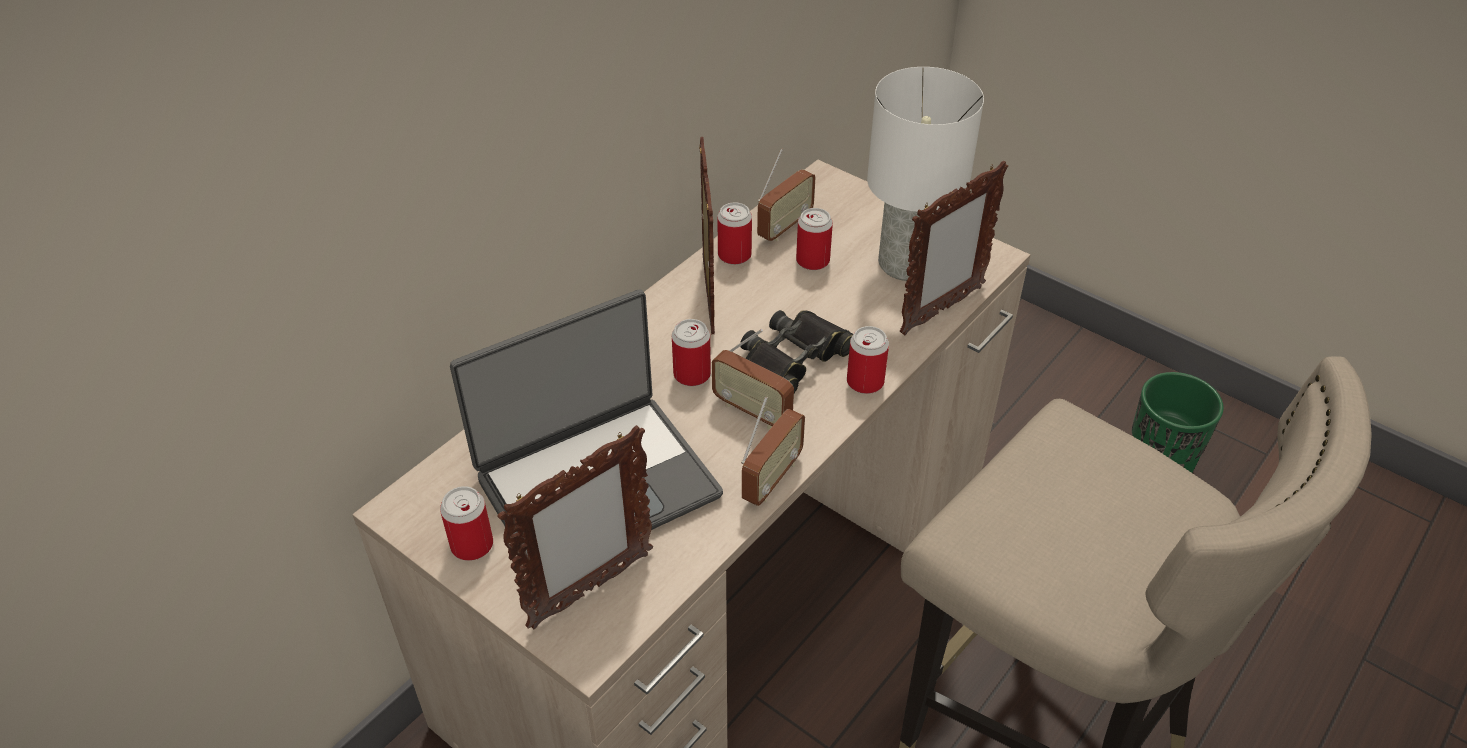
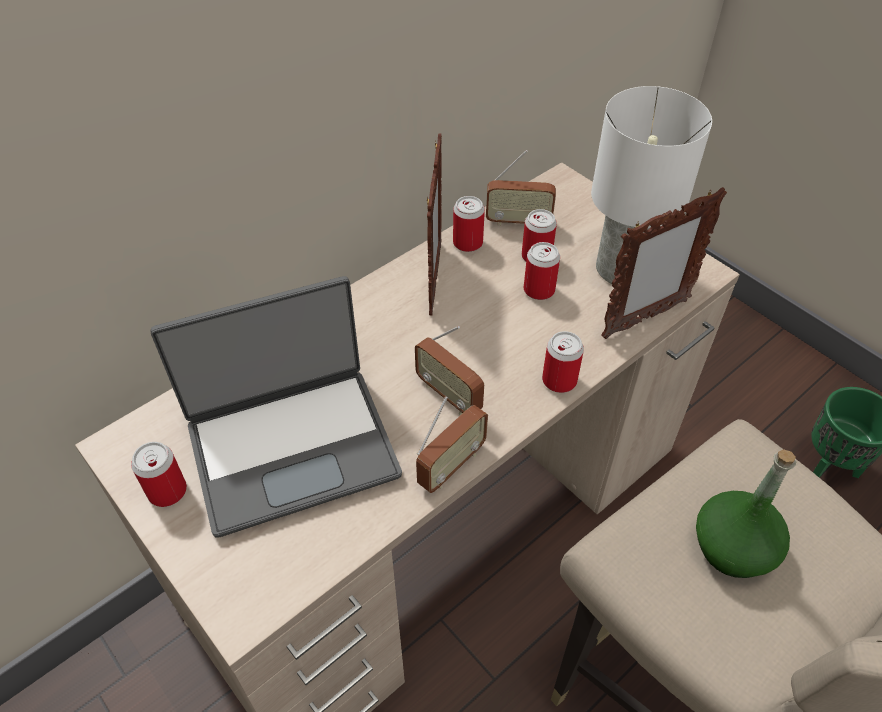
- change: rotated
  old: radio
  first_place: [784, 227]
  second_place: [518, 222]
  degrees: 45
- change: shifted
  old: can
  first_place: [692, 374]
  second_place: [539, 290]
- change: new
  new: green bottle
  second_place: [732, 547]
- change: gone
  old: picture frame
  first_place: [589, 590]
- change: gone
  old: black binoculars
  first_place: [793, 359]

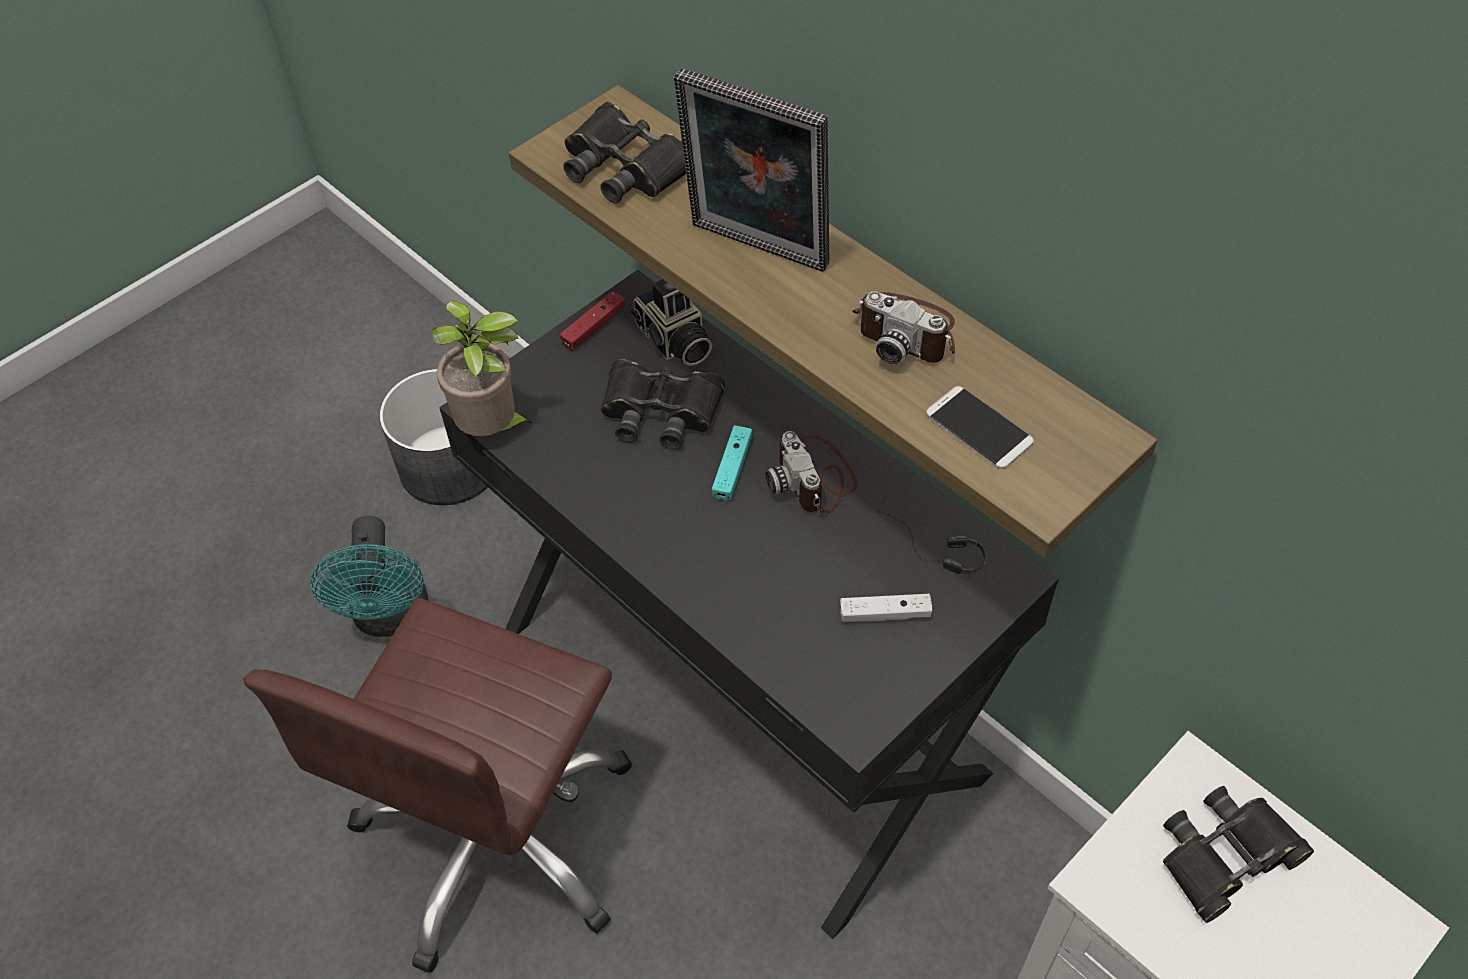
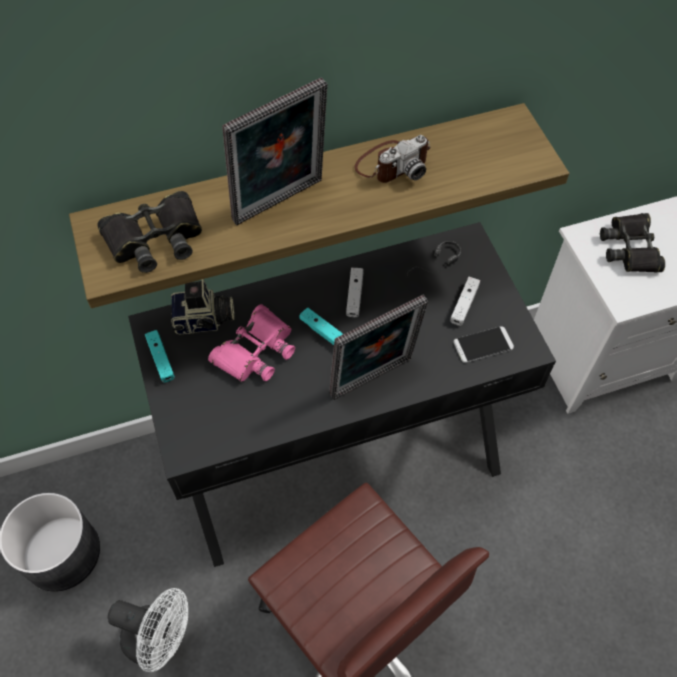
- change: repainted
  old: turquoise fan
  new: white fan
  first_place: [390, 617]
  second_place: [161, 639]
- change: repainted
  old: red game controller
  new: turquoise game controller
  first_place: [594, 327]
  second_place: [161, 359]
- change: repainted
  old: black binoculars
  new: pink binoculars
  first_place: [660, 410]
  second_place: [255, 350]
- change: new
  new: picture frame
  second_place: [373, 381]
- change: swapped
  old: photo camera
  new: white game controller
  first_place: [814, 478]
  second_place: [354, 295]
- change: shifted
  old: phone
  first_place: [979, 428]
  second_place: [483, 345]
- change: gone
  old: potted plant
  first_place: [493, 430]

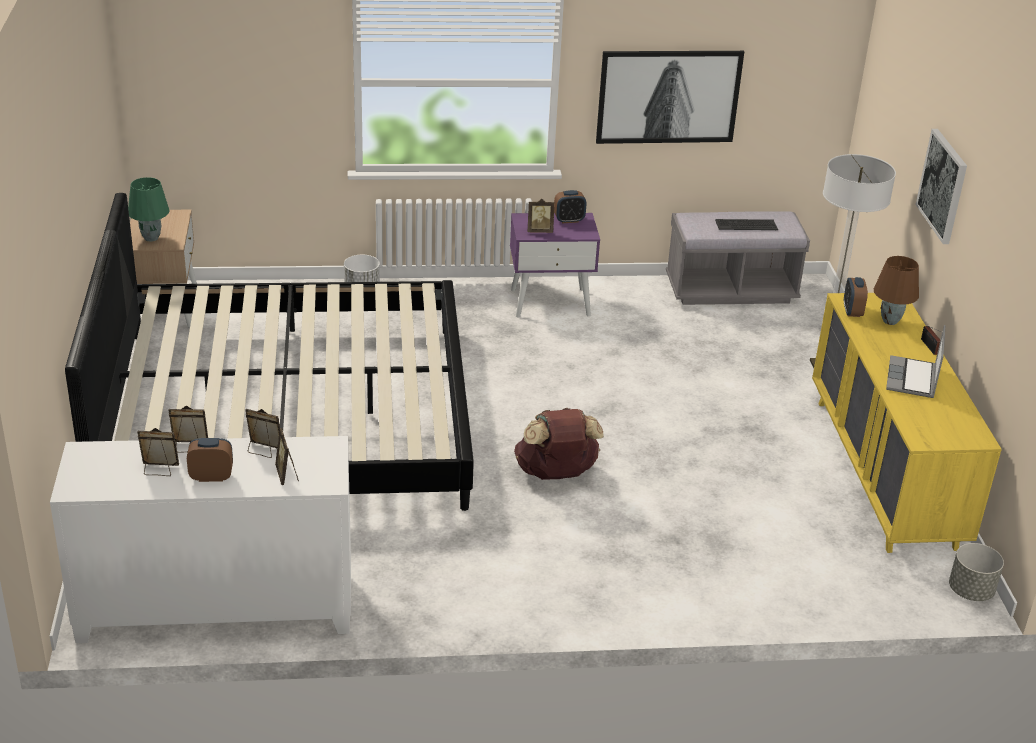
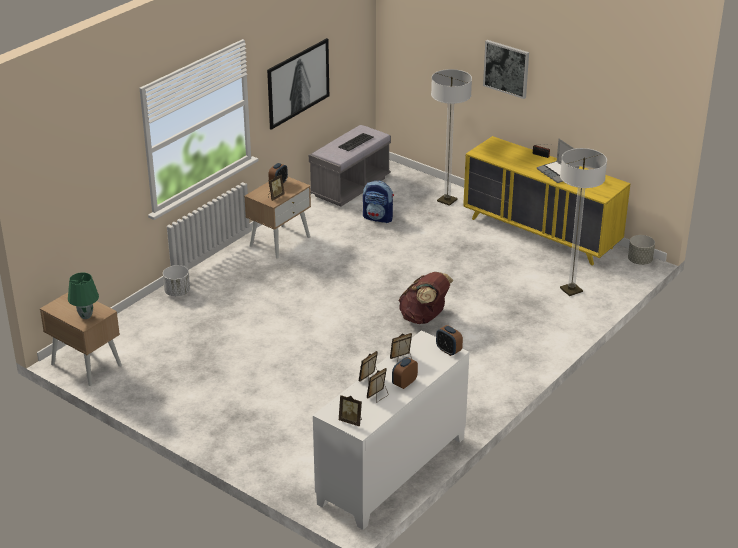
- change: repainted
  old: purple nightstand
  new: beige nightstand
  first_place: [551, 302]
  second_place: [280, 241]
- change: shifted
  old: picture frame
  first_place: [287, 475]
  second_place: [351, 421]
- change: new
  new: backpack
  second_place: [378, 218]
- change: shifted
  old: alarm clock
  first_place: [852, 311]
  second_place: [448, 351]
- change: new
  new: floor lamp
  second_place: [571, 290]
- change: gone
  old: bed
  first_place: [287, 415]
- change: gone
  old: brown table lamp
  first_place: [889, 321]

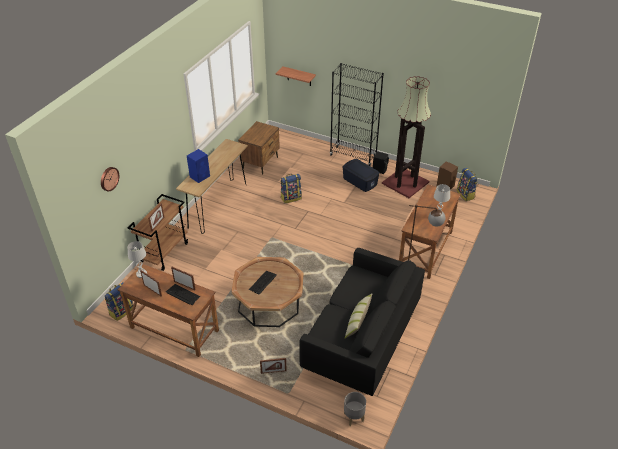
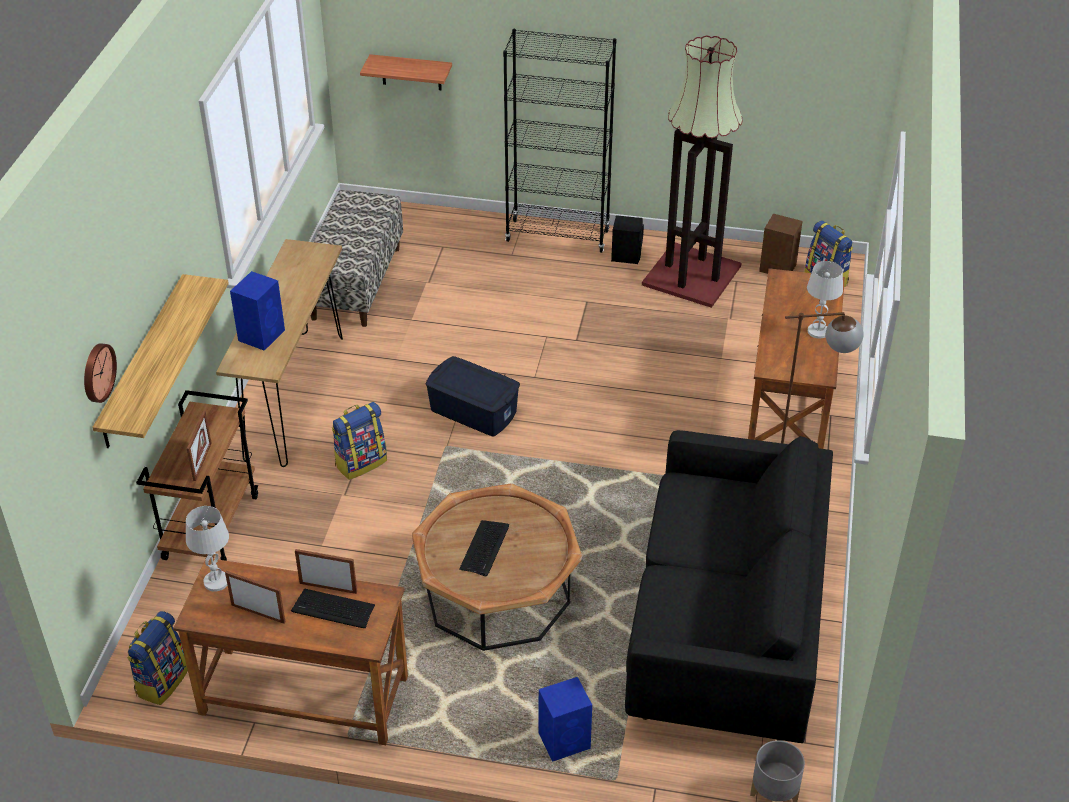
- change: new
  new: shelf
  second_place: [143, 362]
- change: swapped
  old: brown nightstand
  new: bench
  first_place: [260, 162]
  second_place: [355, 283]
- change: shifted
  old: backpack
  first_place: [291, 198]
  second_place: [361, 462]
- change: shifted
  old: blue storage box
  first_place: [360, 181]
  second_place: [473, 410]
- change: swapped
  old: picture frame
  new: blue speaker
  first_place: [273, 372]
  second_place: [565, 741]
- change: gone
  old: pillow
  first_place: [357, 322]

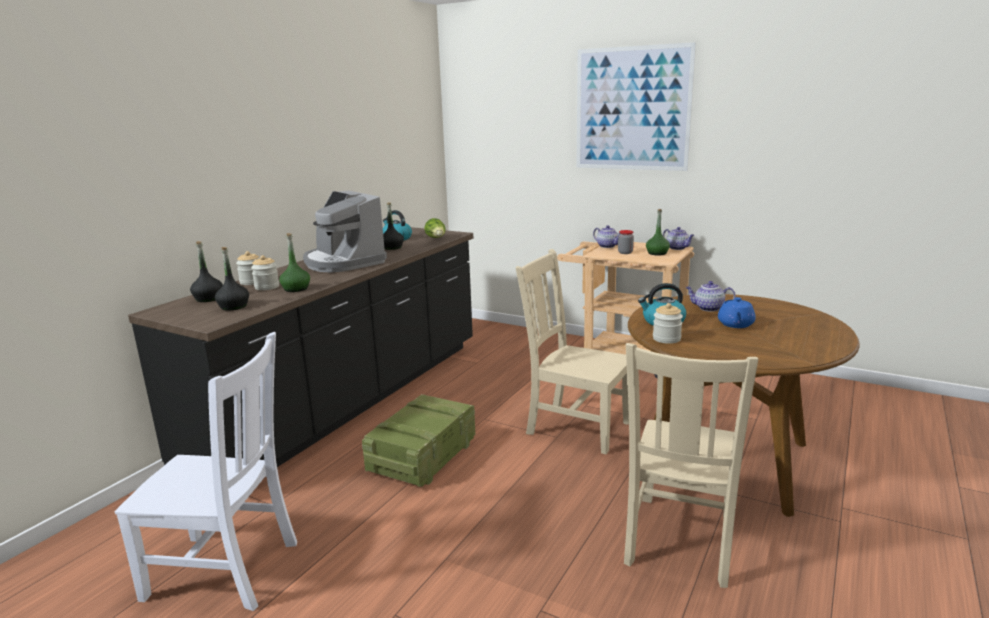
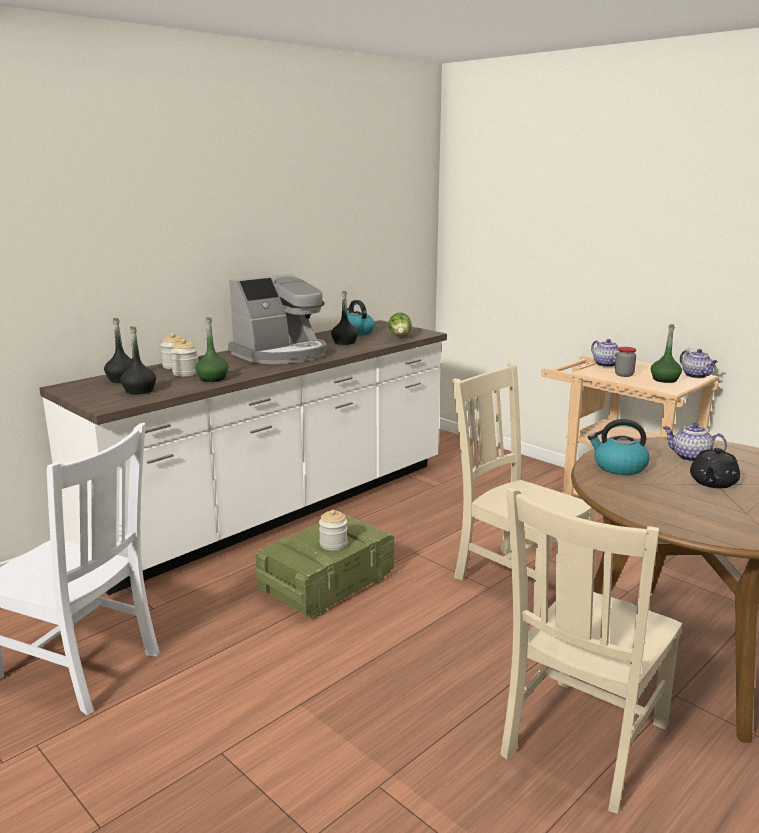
- change: repainted
  old: black counter
  new: white counter
  first_place: [350, 402]
  second_place: [278, 510]
- change: rotated
  old: coffee machine
  first_place: [343, 262]
  second_place: [281, 354]
  degrees: -105
- change: shifted
  old: jar
  first_place: [666, 339]
  second_place: [333, 544]
- change: repainted
  old: blue teapot
  new: black teapot
  first_place: [735, 324]
  second_place: [712, 483]
- change: gone
  old: picture
  first_place: [632, 109]

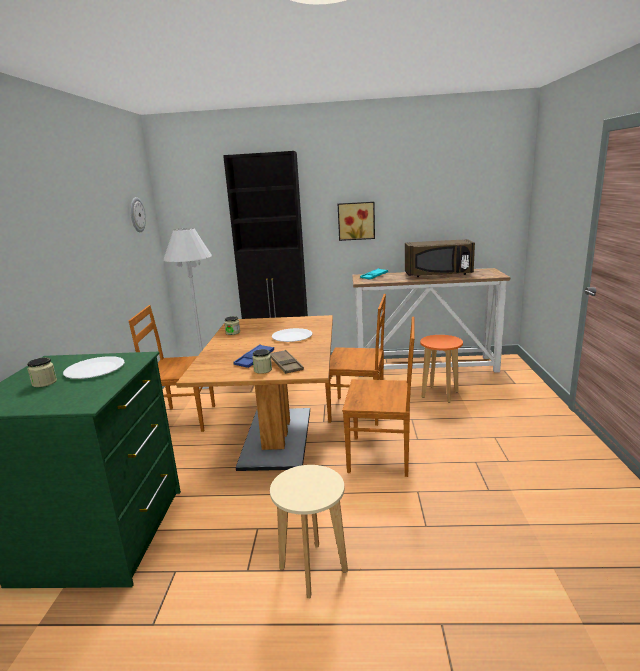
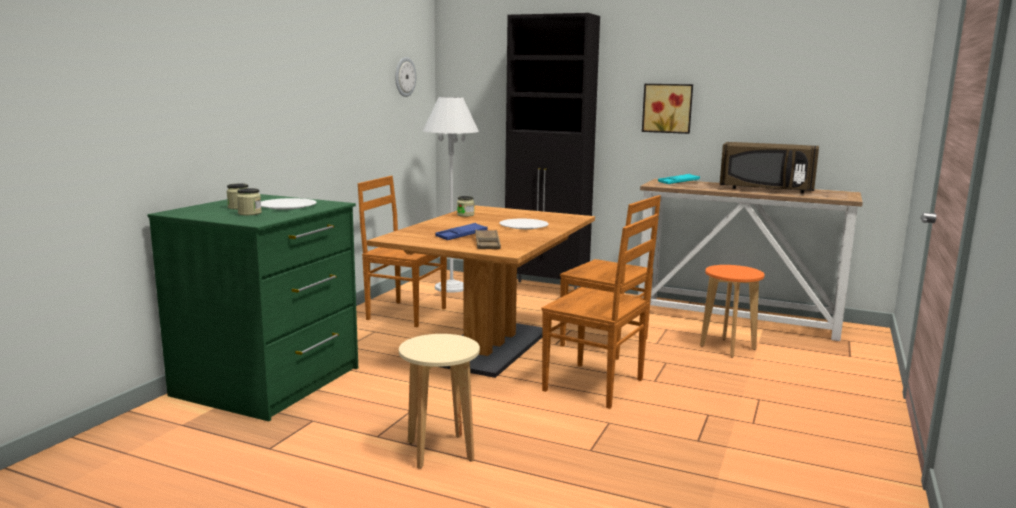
- change: shifted
  old: jar
  first_place: [263, 370]
  second_place: [249, 213]

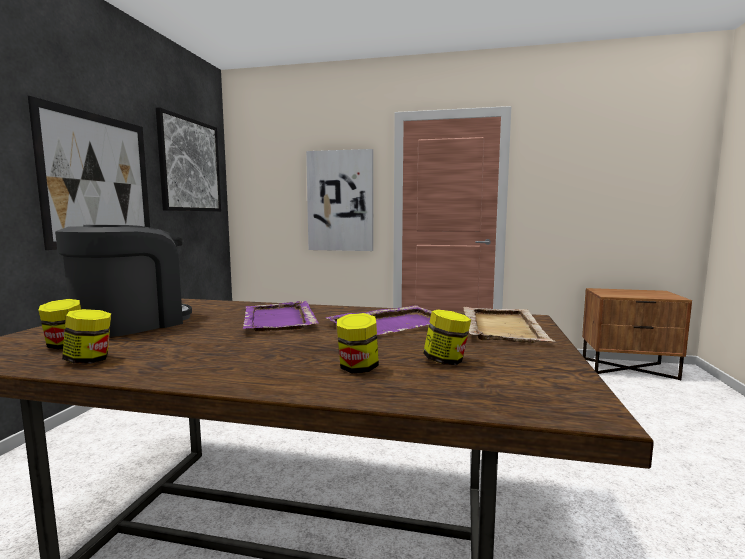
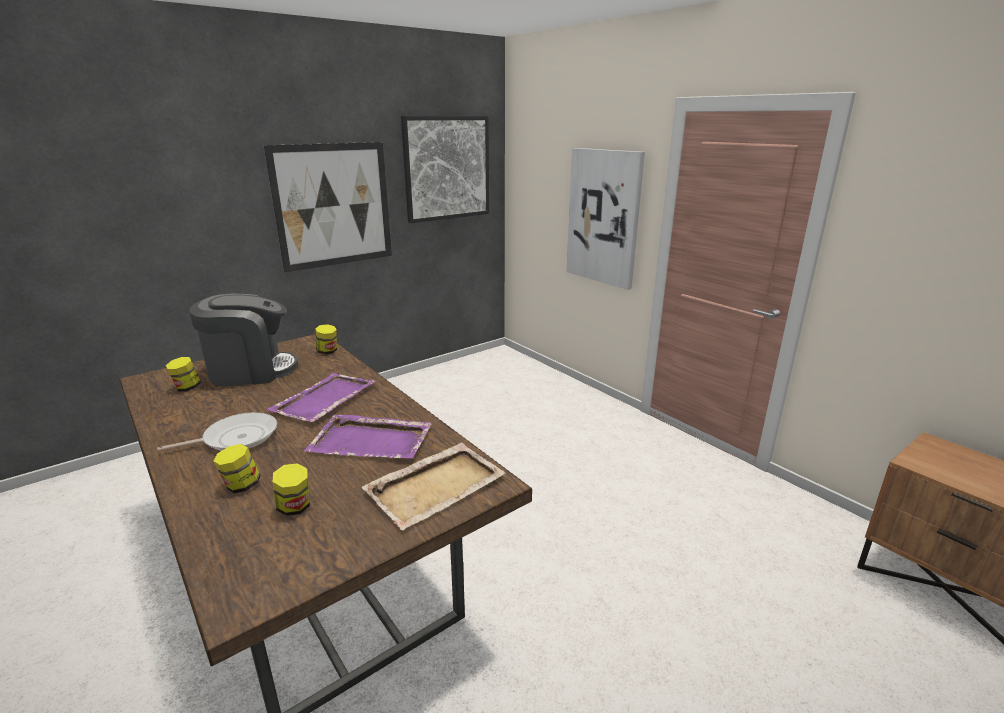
- change: new
  new: frying pan
  second_place: [236, 438]
- change: shifted
  old: jar
  first_place: [90, 360]
  second_place: [327, 351]

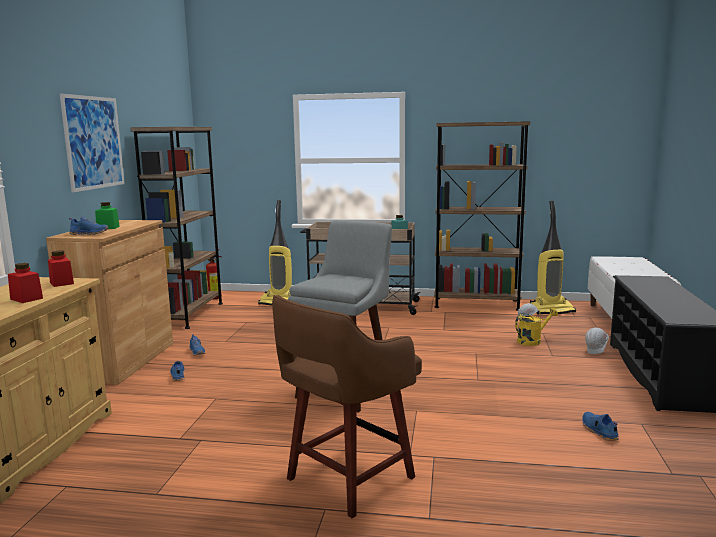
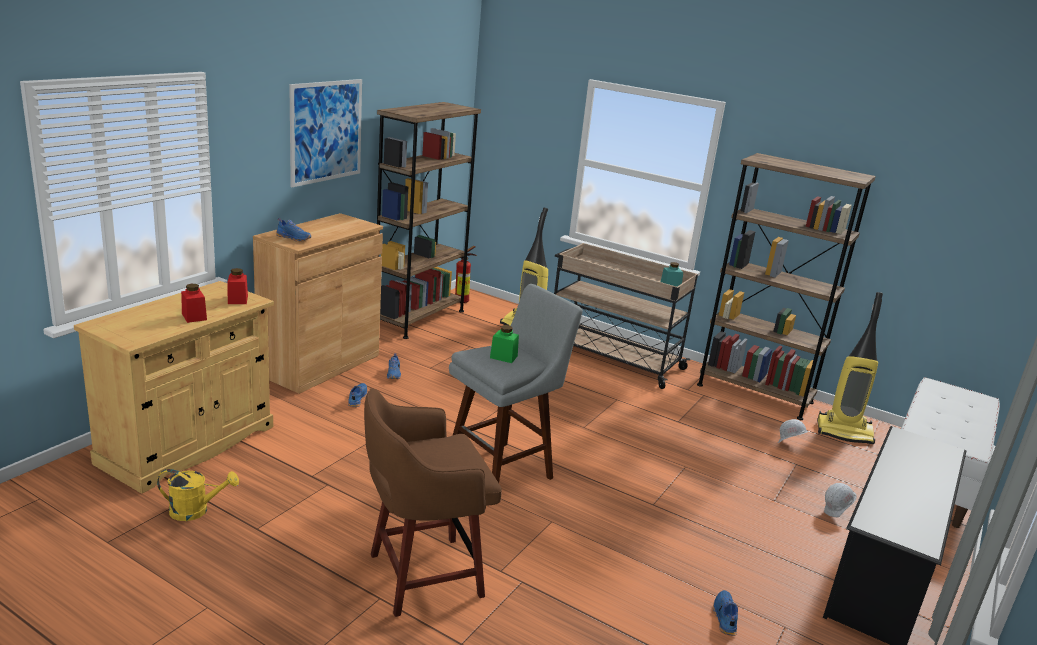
- change: shifted
  old: yellow watering can
  first_place: [532, 341]
  second_place: [196, 511]
- change: shifted
  old: green jar
  first_place: [108, 228]
  second_place: [503, 357]

